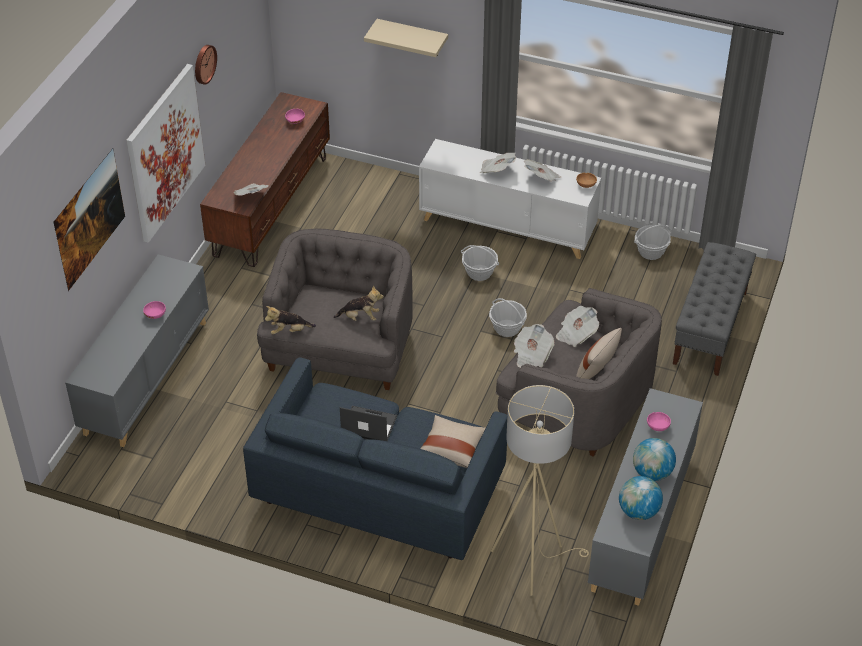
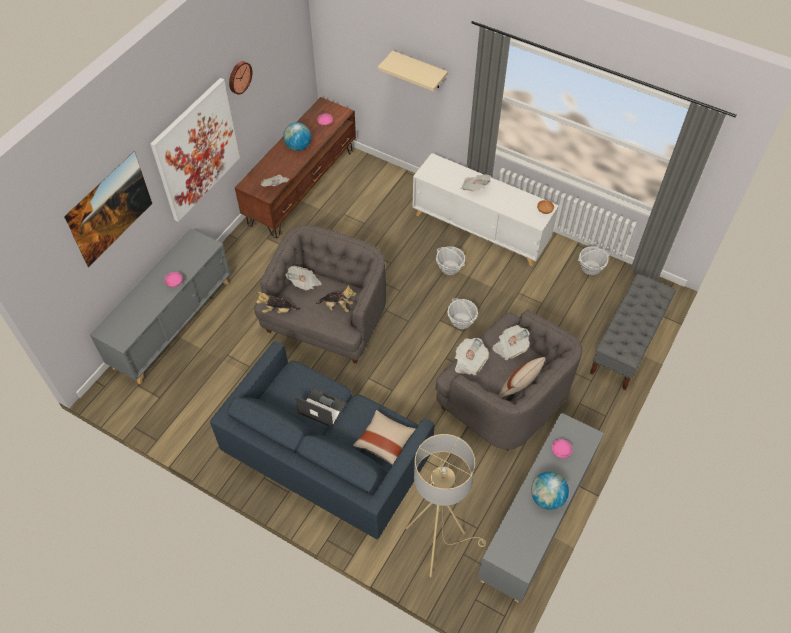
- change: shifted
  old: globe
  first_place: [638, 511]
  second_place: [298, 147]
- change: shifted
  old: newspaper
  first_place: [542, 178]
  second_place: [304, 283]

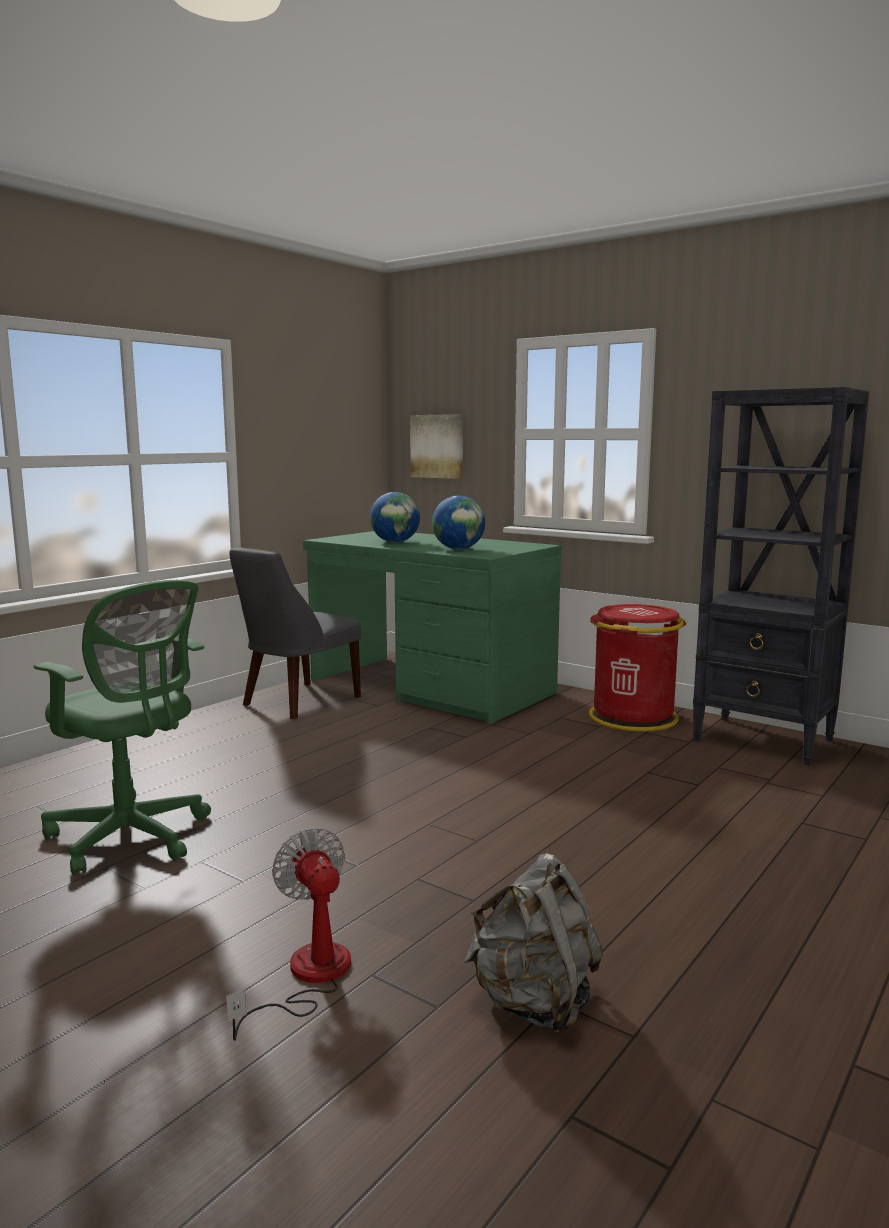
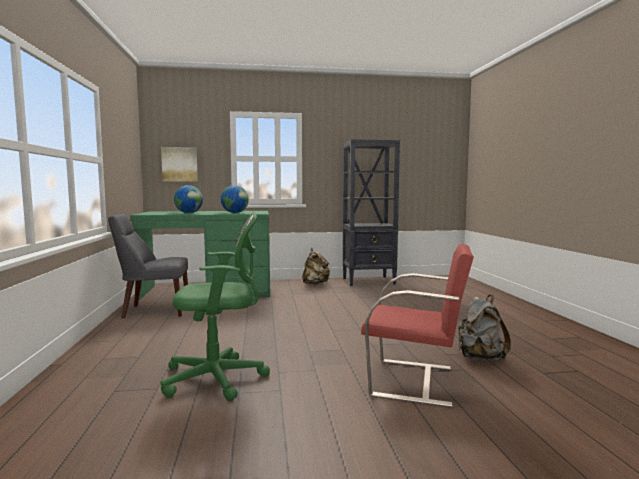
- change: rotated
  old: grey chair
  first_place: [297, 702]
  second_place: [153, 311]
  degrees: 90
- change: swapped
  old: red trash can
  new: beige backpack
  first_place: [632, 717]
  second_place: [315, 284]
- change: swapped
  old: fan
  new: red chair
  first_place: [307, 977]
  second_place: [415, 381]

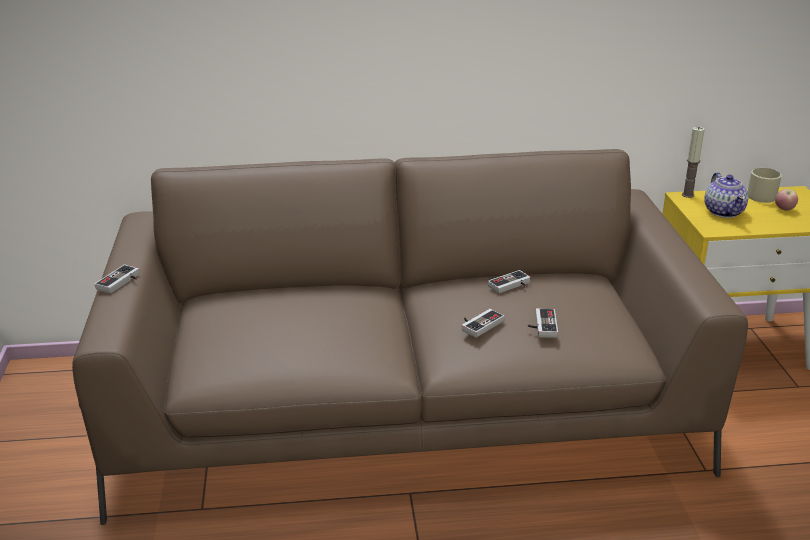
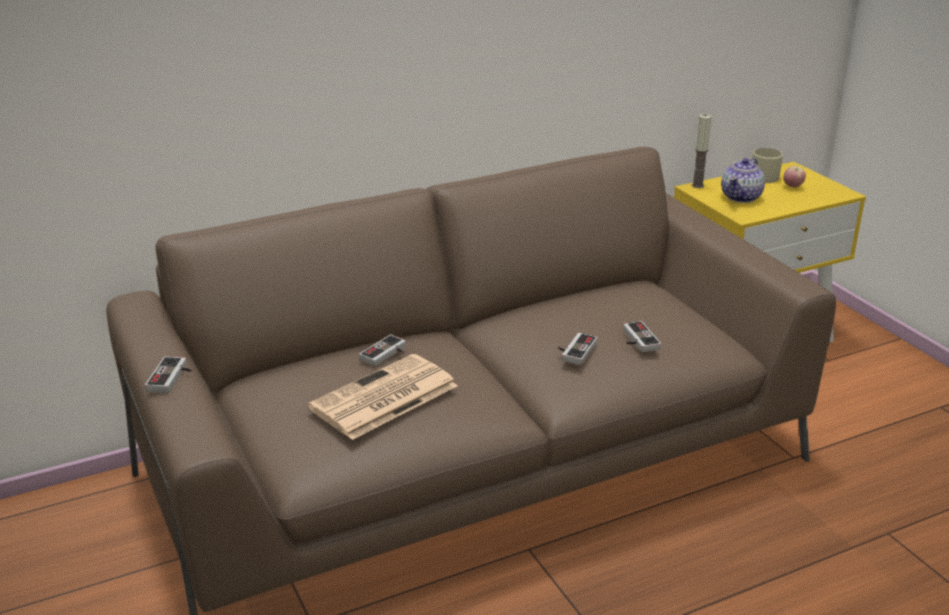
- change: new
  new: newspaper
  second_place: [383, 398]
- change: shifted
  old: game controller
  first_place: [511, 286]
  second_place: [386, 355]
- change: rotated
  old: teapot
  first_place: [724, 212]
  second_place: [741, 197]
  degrees: 60

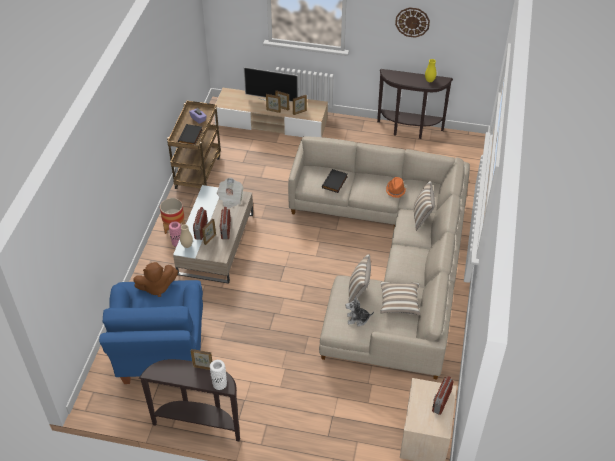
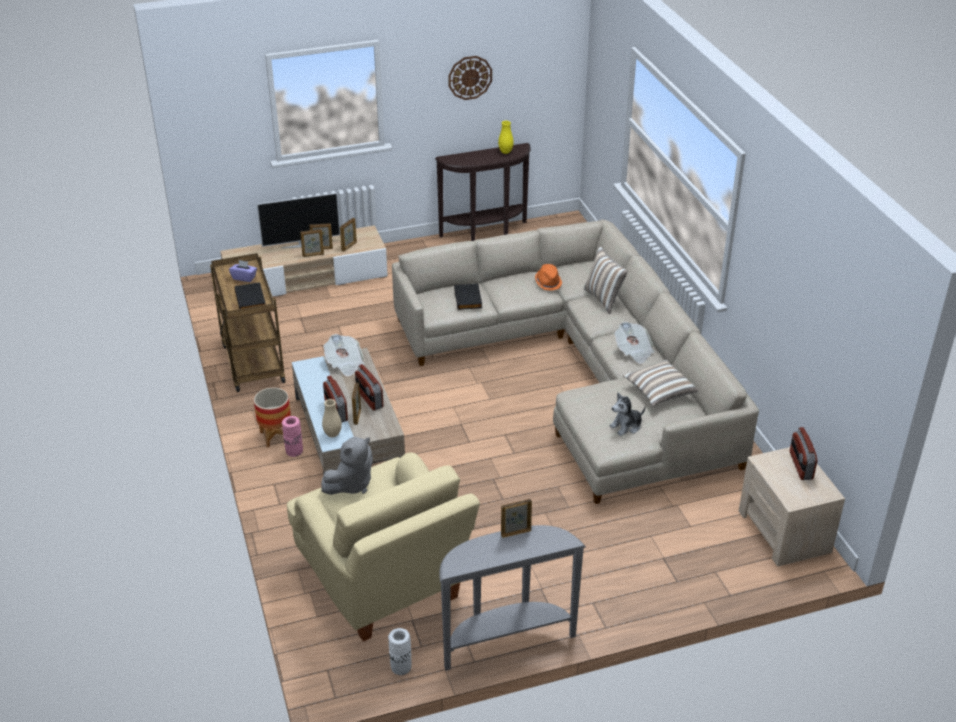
- change: repainted
  old: blue armchair
  new: beige armchair
  first_place: [161, 354]
  second_place: [384, 584]
- change: repainted
  old: brown plush toy
  new: grey plush toy
  first_place: [157, 287]
  second_place: [351, 484]
- change: shifted
  old: white vase
  first_place: [219, 384]
  second_place: [401, 667]
- change: repainted
  old: brown console table
  new: grey console table
  first_place: [199, 422]
  second_place: [505, 640]
- change: new
  new: newspaper
  second_place: [633, 351]
- change: gone
  old: pillow
  first_place: [358, 292]

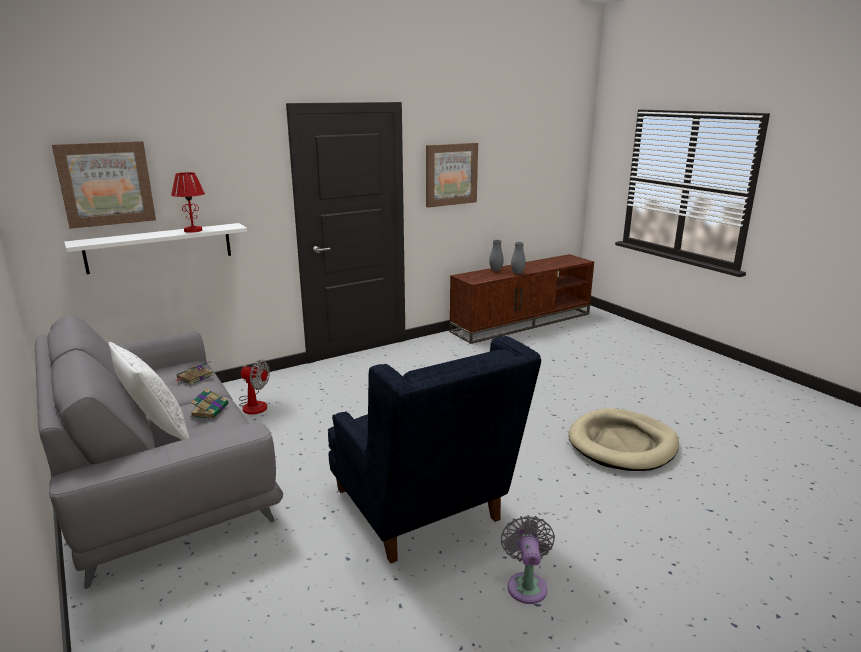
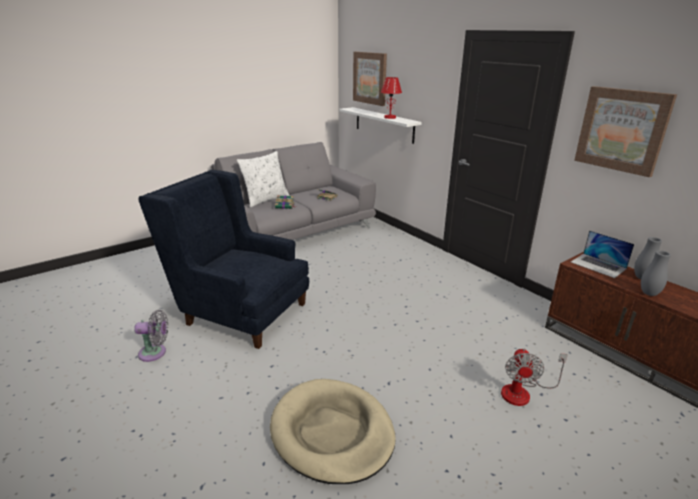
- change: rotated
  old: blue armchair
  first_place: [423, 512]
  second_place: [239, 311]
  degrees: 60
- change: shifted
  old: fan
  first_place: [254, 404]
  second_place: [523, 392]
- change: new
  new: laptop
  second_place: [598, 265]

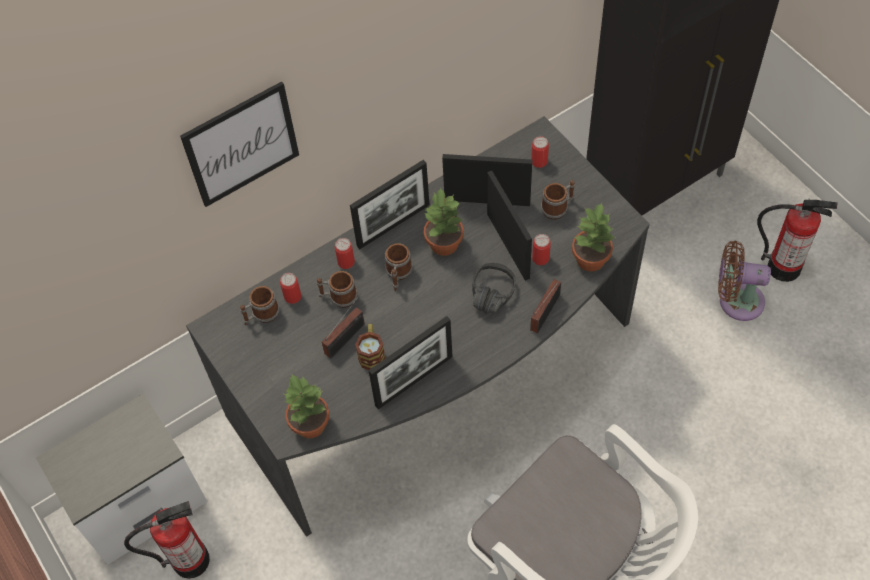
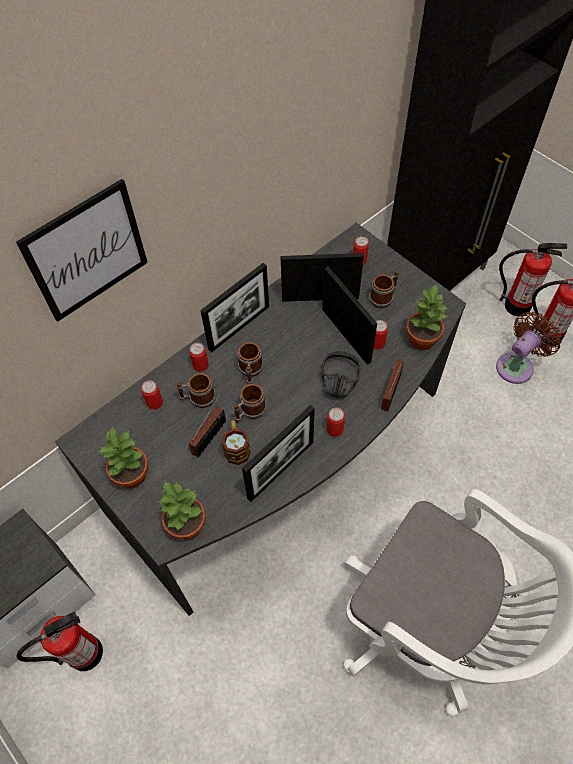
- change: shifted
  old: potted plant
  first_place: [444, 245]
  second_place: [131, 476]
- change: shifted
  old: mug
  first_place: [261, 315]
  second_place: [249, 412]
- change: new
  new: can
  second_place: [334, 429]
- change: rotated
  old: brown fan
  first_place: [736, 300]
  second_place: [517, 365]
  degrees: 135
- change: new
  new: fire extinguisher
  second_place: [517, 305]

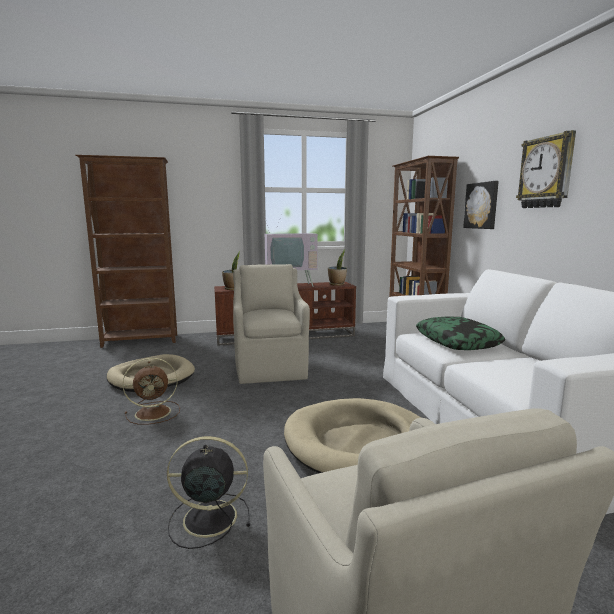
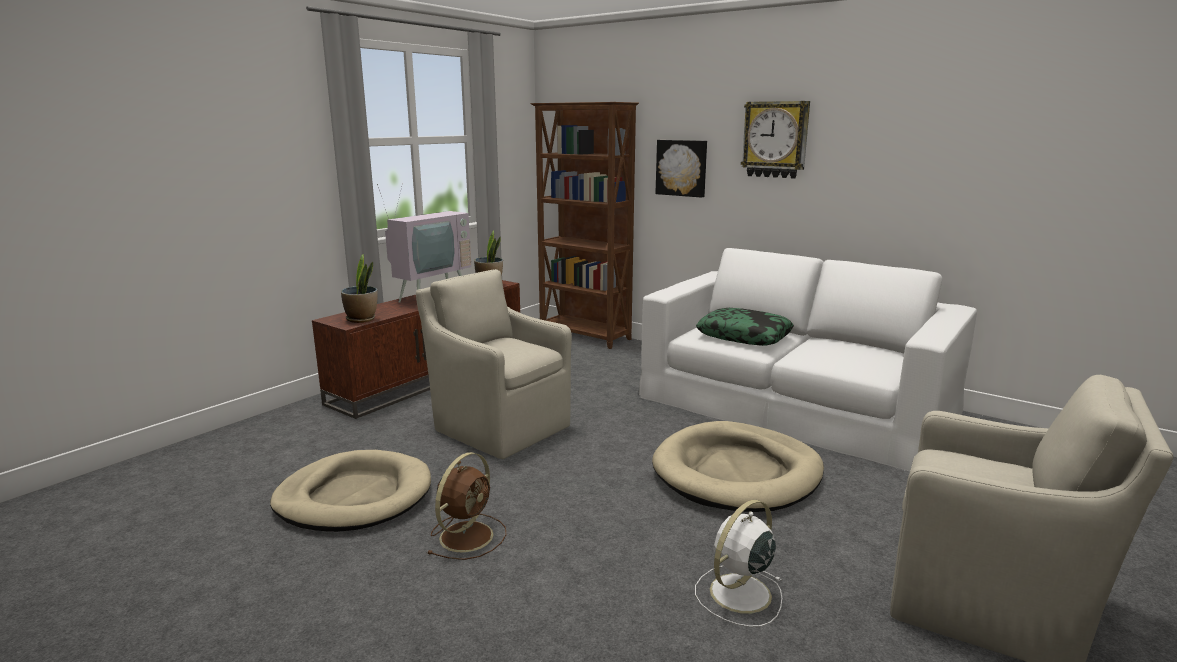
- change: repainted
  old: black fan
  new: white fan
  first_place: [207, 518]
  second_place: [738, 594]
- change: gone
  old: brown bookcase
  first_place: [141, 341]

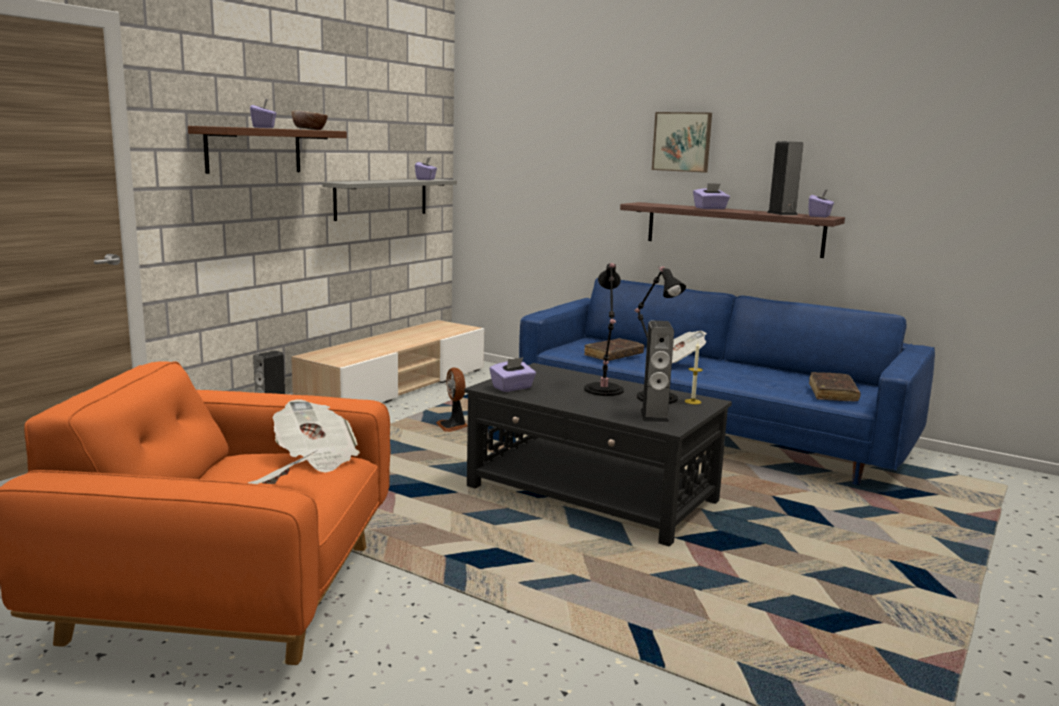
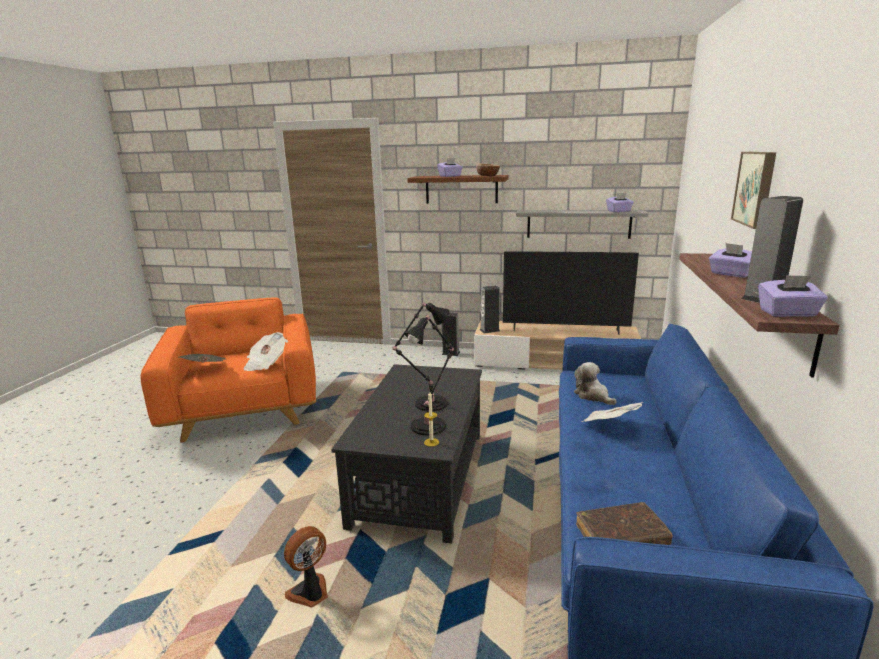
- change: shifted
  old: fan
  first_place: [453, 426]
  second_place: [310, 593]
- change: shifted
  old: speaker
  first_place: [654, 416]
  second_place: [489, 330]
- change: new
  new: television
  second_place: [565, 330]
- change: swapped
  old: brown book
  new: plush toy
  first_place: [613, 356]
  second_place: [593, 396]
- change: gone
  old: purple tissue box
  first_place: [512, 388]

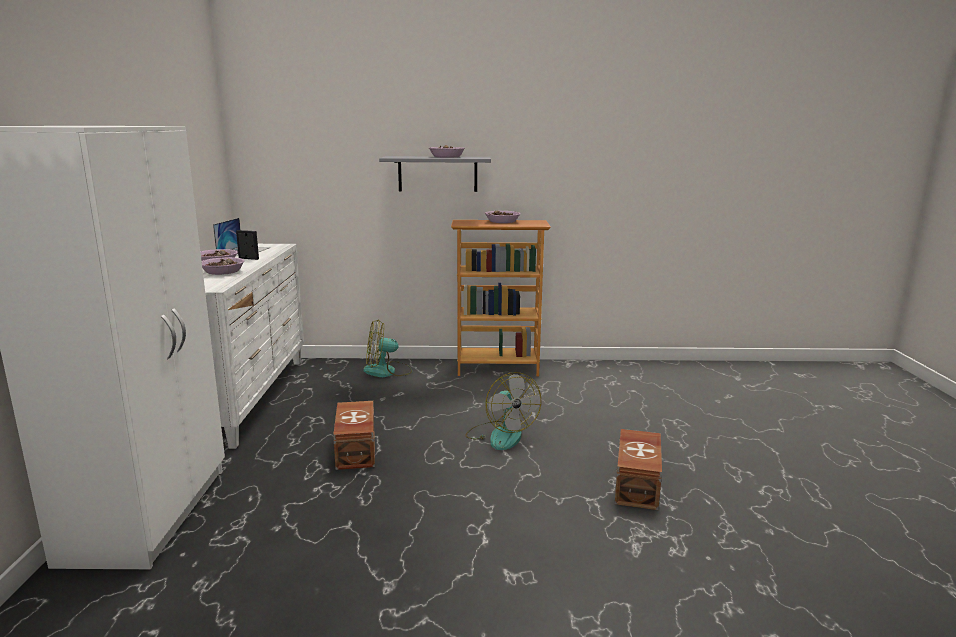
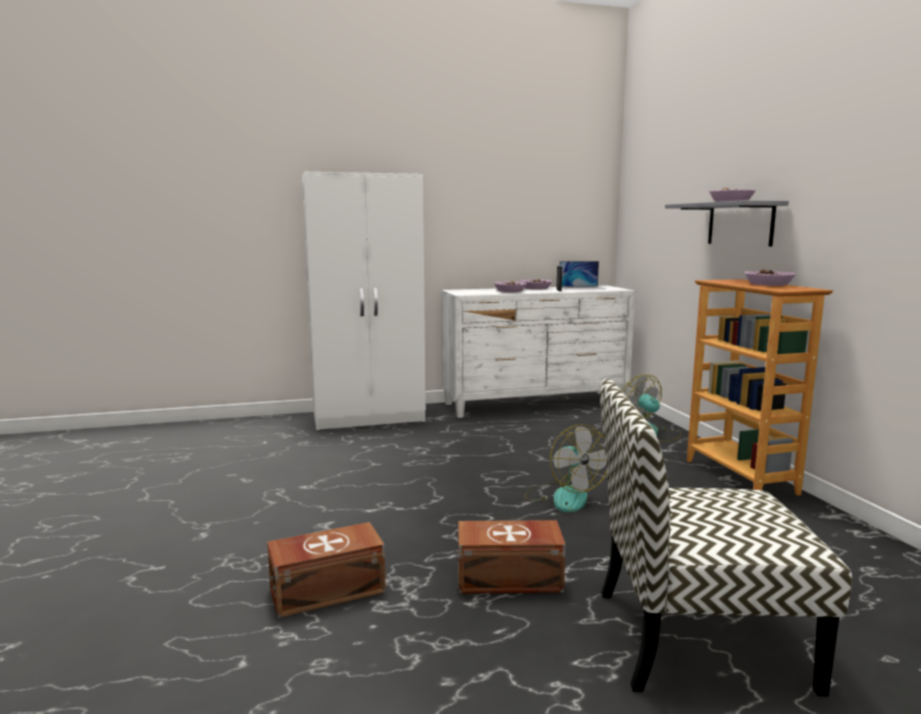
- change: shifted
  old: brown storage box
  first_place: [355, 450]
  second_place: [325, 590]
- change: rotated
  old: fan
  first_place: [501, 435]
  second_place: [563, 496]
  degrees: -75
- change: new
  new: chair
  second_place: [696, 638]

